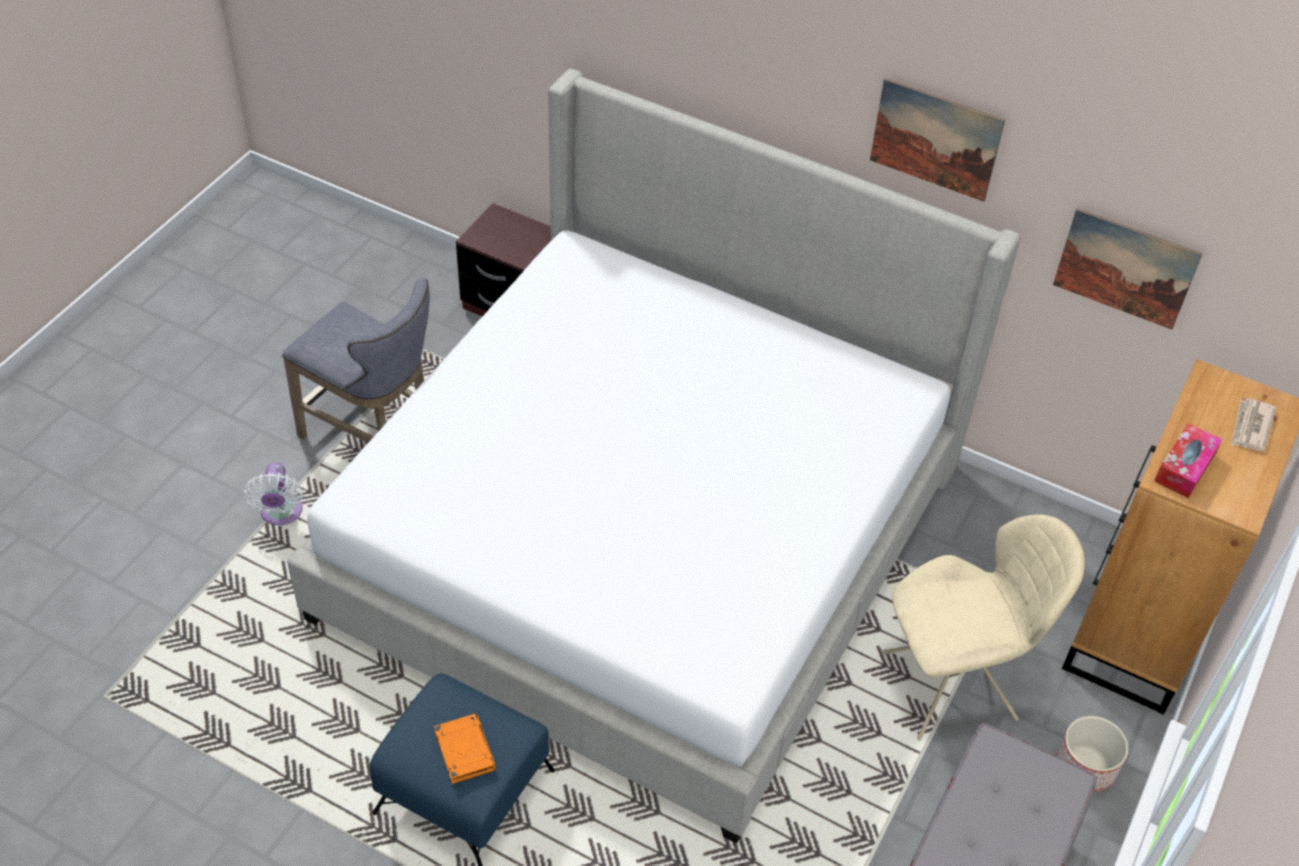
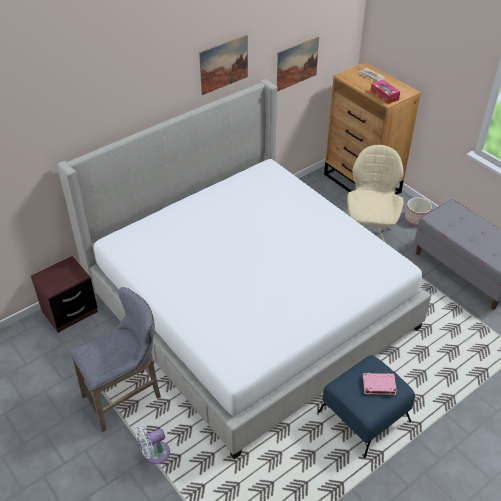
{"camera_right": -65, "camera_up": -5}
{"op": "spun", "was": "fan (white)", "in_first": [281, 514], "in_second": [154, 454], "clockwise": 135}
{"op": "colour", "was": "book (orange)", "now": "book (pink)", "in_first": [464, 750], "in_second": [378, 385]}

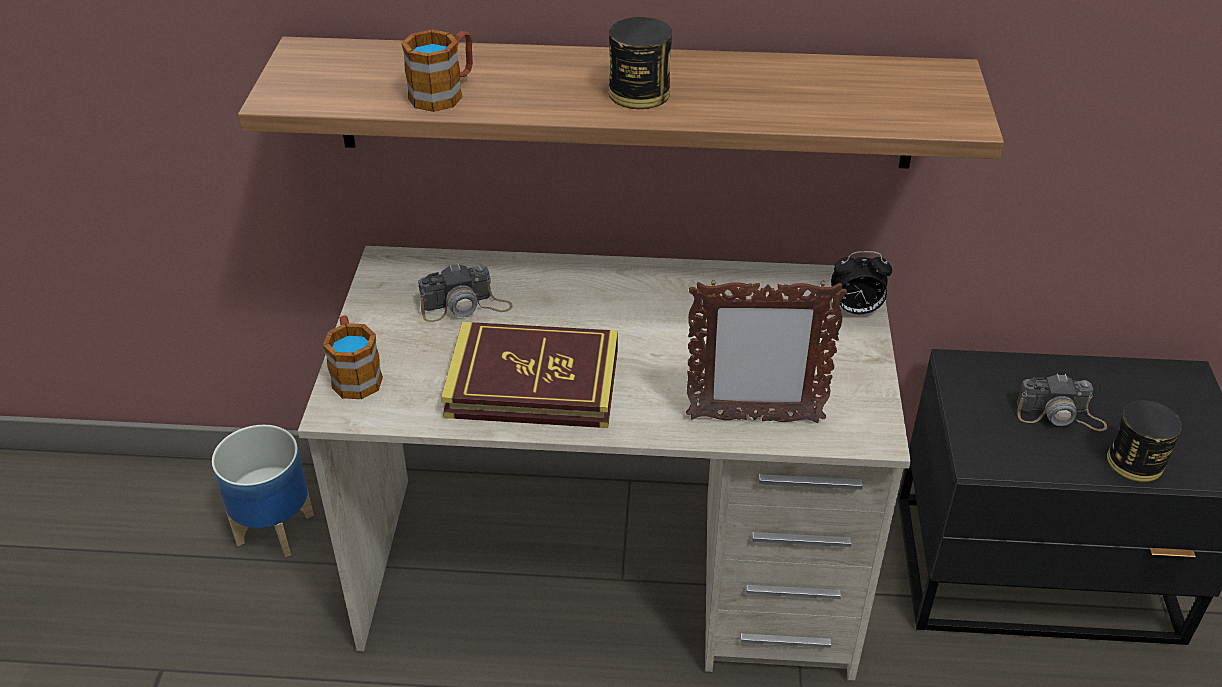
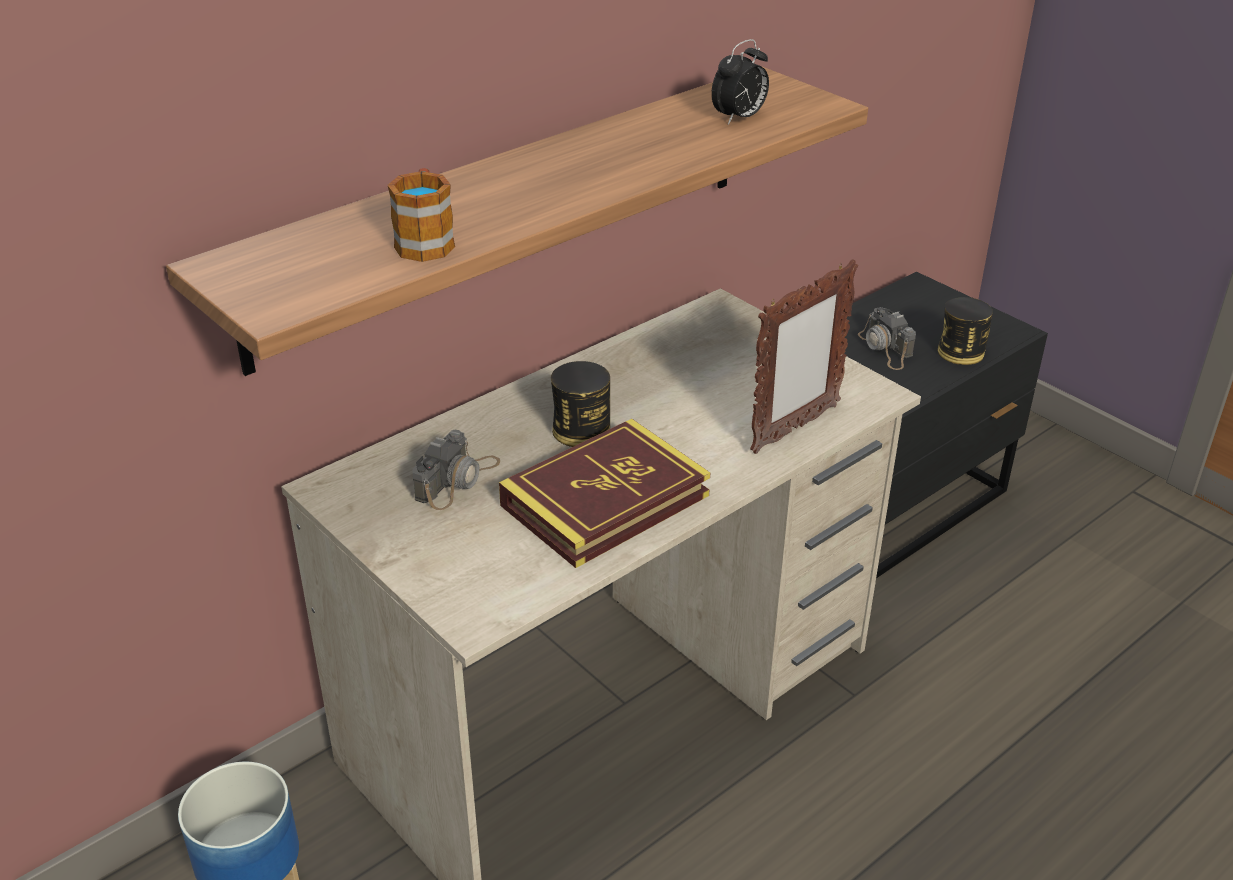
{"camera_right": -45, "camera_up": -5}
{"op": "missing", "was": "mug", "in_first": [355, 375]}
{"op": "relocated", "was": "can", "in_first": [639, 93], "in_second": [581, 430]}
{"op": "relocated", "was": "alarm clock", "in_first": [855, 310], "in_second": [739, 118]}
{"op": "spun", "was": "photo camera", "in_first": [1060, 415], "in_second": [886, 348], "clockwise": 105}

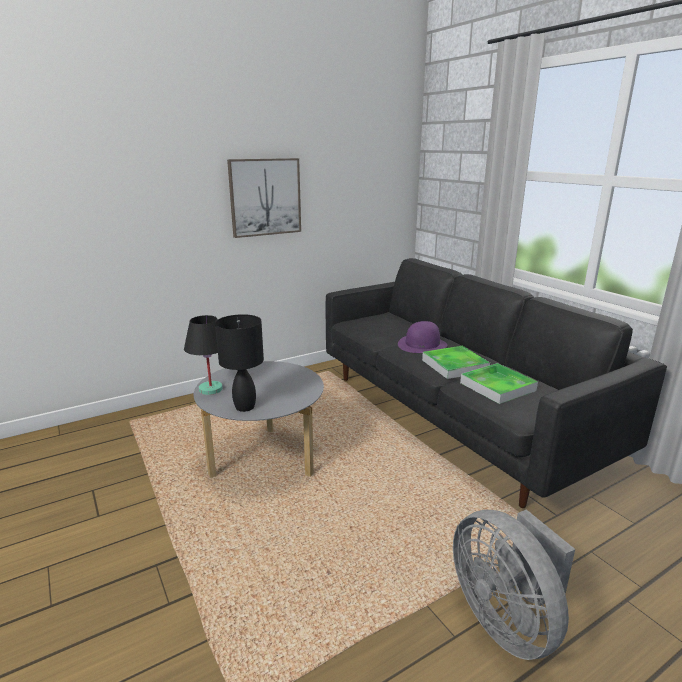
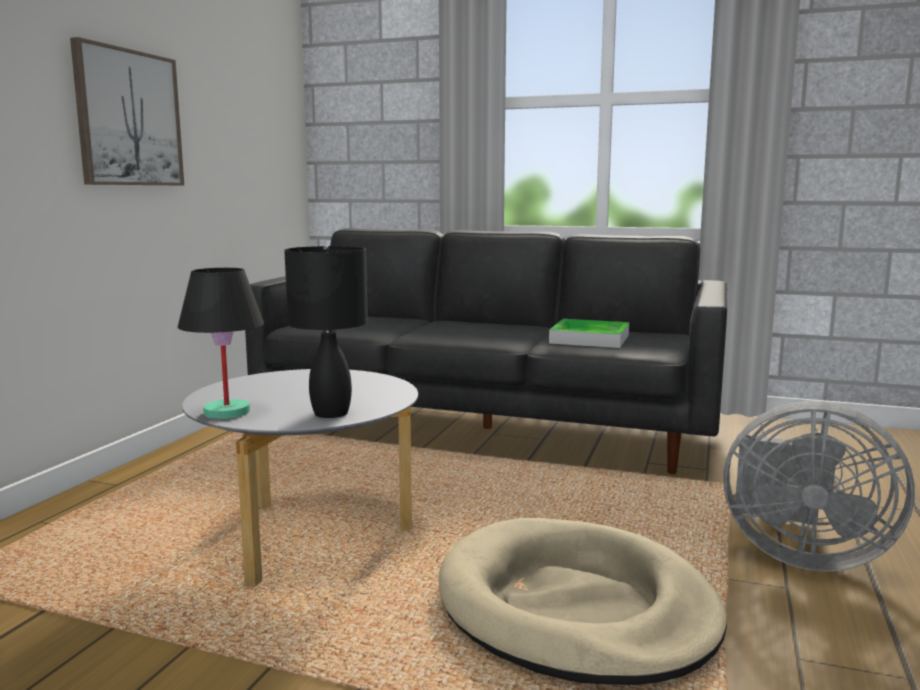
{"camera_right": -40, "camera_up": -10}
{"op": "missing", "was": "hat (purple)", "in_first": [422, 345]}
{"op": "missing", "was": "tray", "in_first": [454, 365]}
{"op": "appeared", "now": "dog bed (beige)", "in_second": [575, 608]}

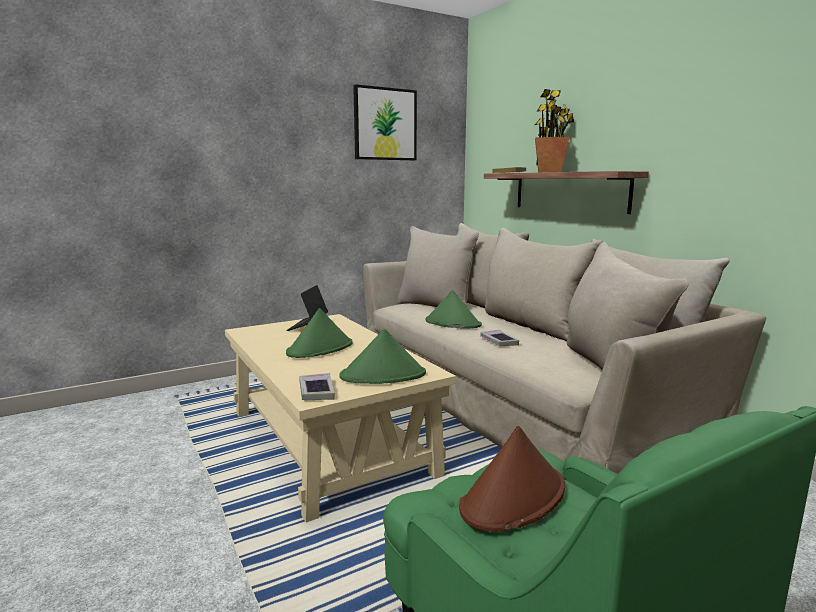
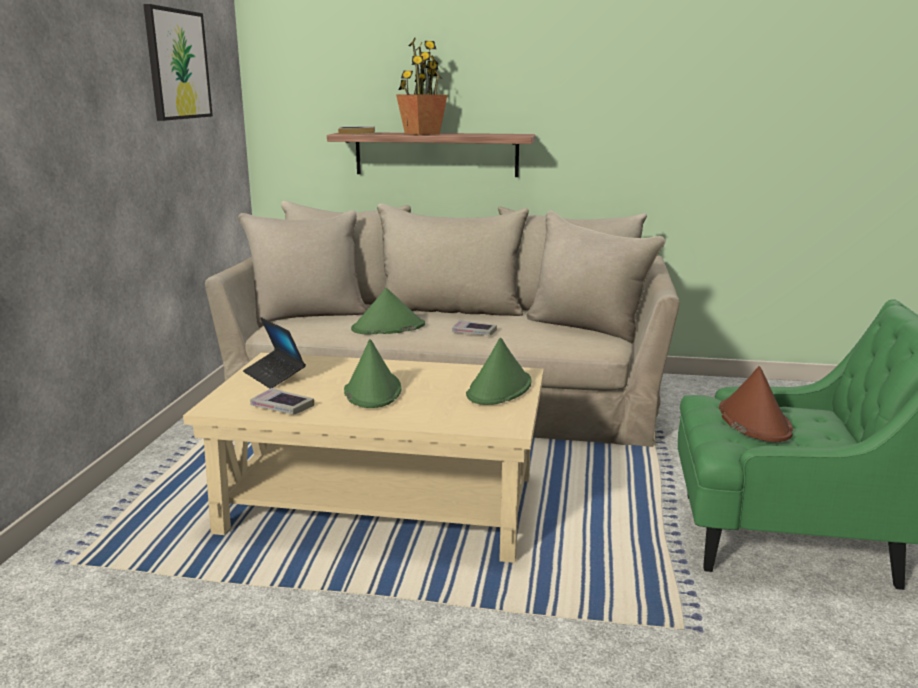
{"camera_right": -50, "camera_up": 5}
{"op": "relocated", "was": "book", "in_first": [316, 391], "in_second": [282, 407]}

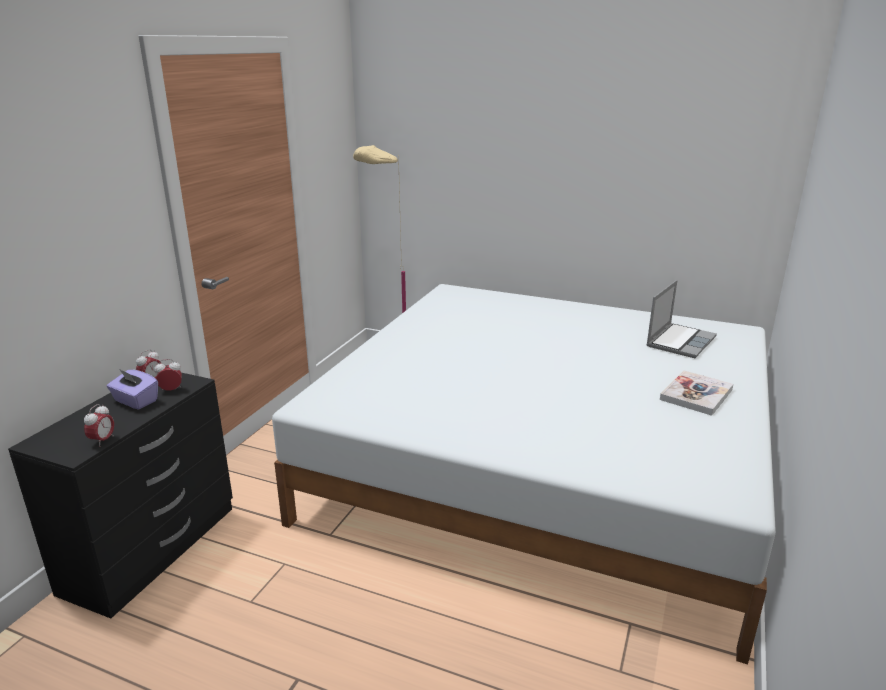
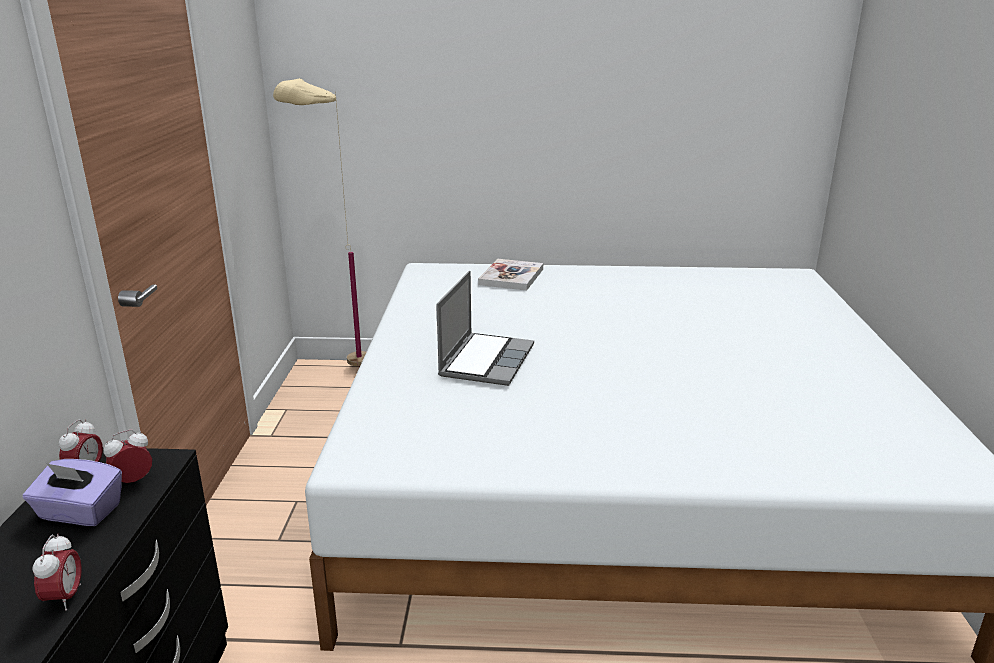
{"camera_right": -20, "camera_up": 0}
{"op": "relocated", "was": "laptop", "in_first": [680, 341], "in_second": [486, 360]}
{"op": "relocated", "was": "book", "in_first": [696, 394], "in_second": [511, 277]}

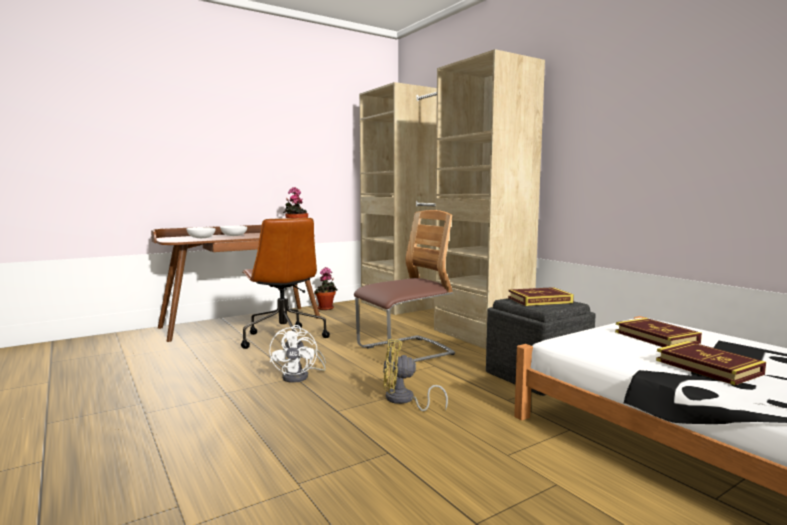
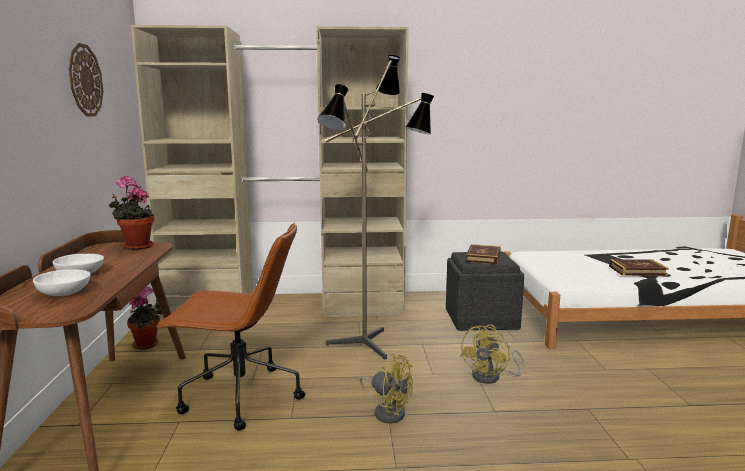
{"camera_right": -60, "camera_up": 5}
{"op": "colour", "was": "fan (white)", "now": "fan (yellow)", "in_first": [301, 376], "in_second": [388, 411]}
{"op": "exchanged", "was": "chair", "now": "floor lamp", "in_first": [405, 352], "in_second": [372, 345]}
{"op": "missing", "was": "book", "in_first": [656, 337]}
{"op": "appeared", "now": "wall clock", "in_second": [85, 80]}

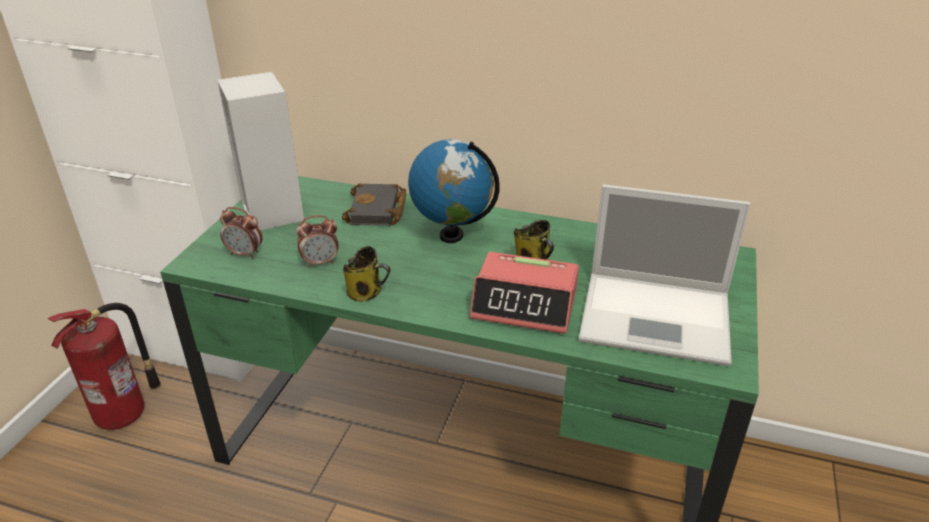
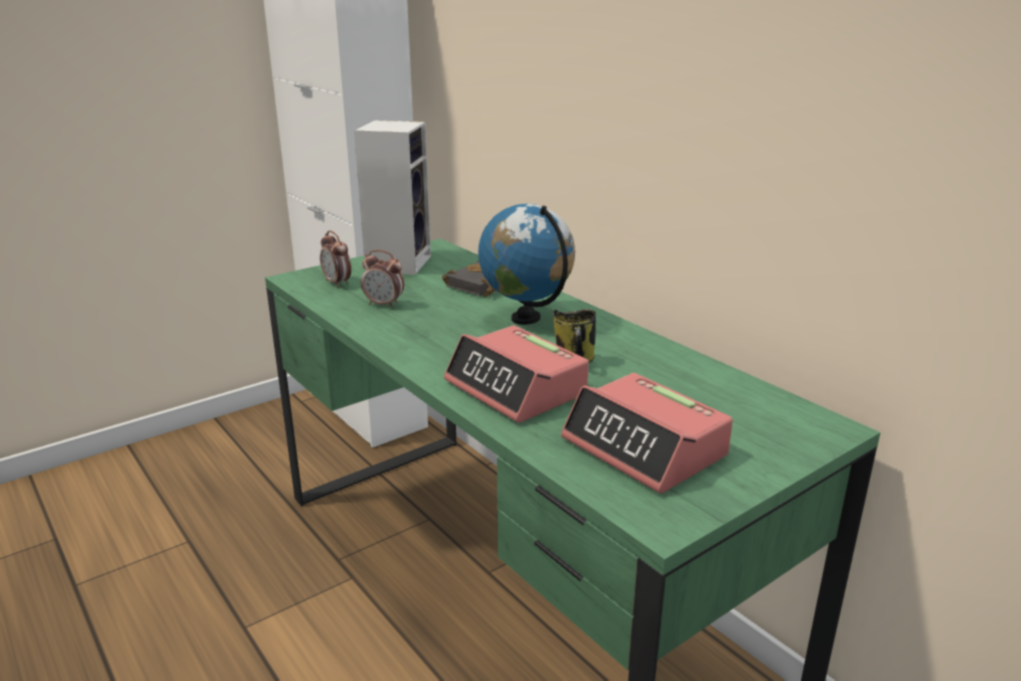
{"camera_right": 35, "camera_up": -10}
{"op": "missing", "was": "fire extinguisher", "in_first": [124, 413]}
{"op": "missing", "was": "mug", "in_first": [366, 293]}
{"op": "exchanged", "was": "laptop", "now": "alarm clock", "in_first": [658, 317], "in_second": [645, 448]}

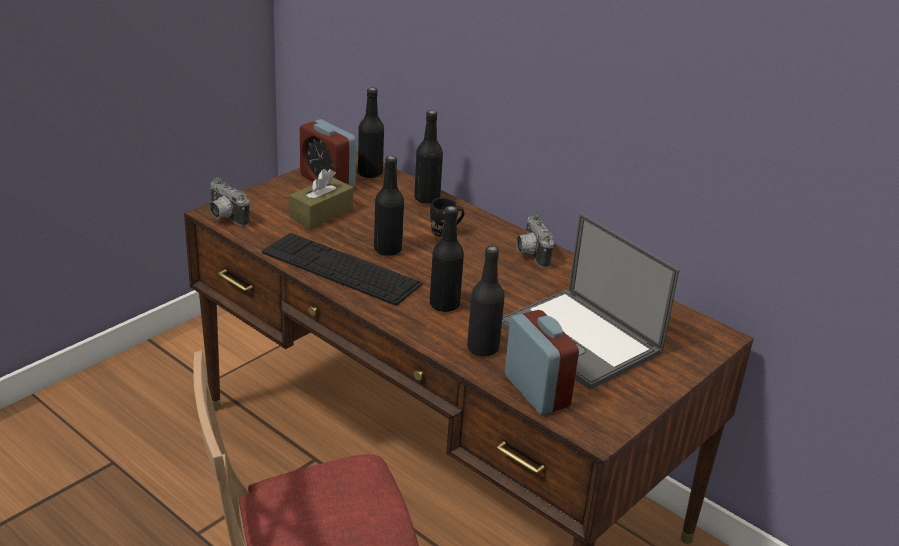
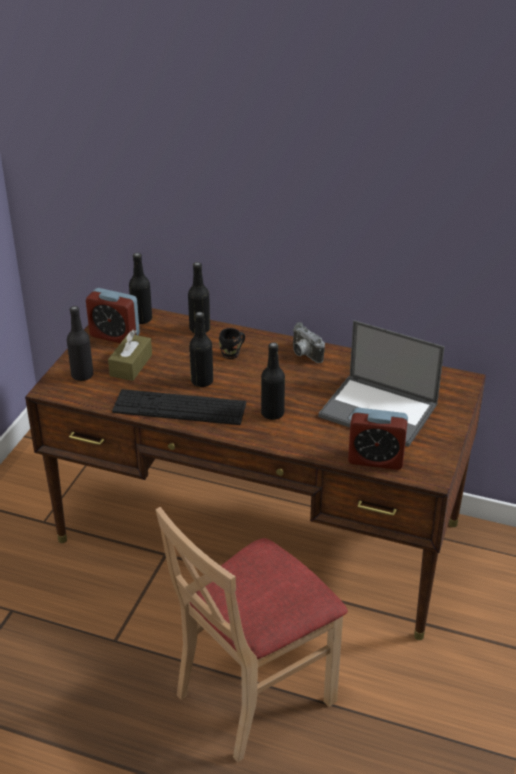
{"camera_right": -20, "camera_up": 5}
{"op": "missing", "was": "photo camera", "in_first": [224, 217]}
{"op": "relocated", "was": "bottle (black)", "in_first": [482, 348], "in_second": [82, 375]}
{"op": "spun", "was": "alarm clock", "in_first": [536, 391], "in_second": [376, 459], "clockwise": 150}

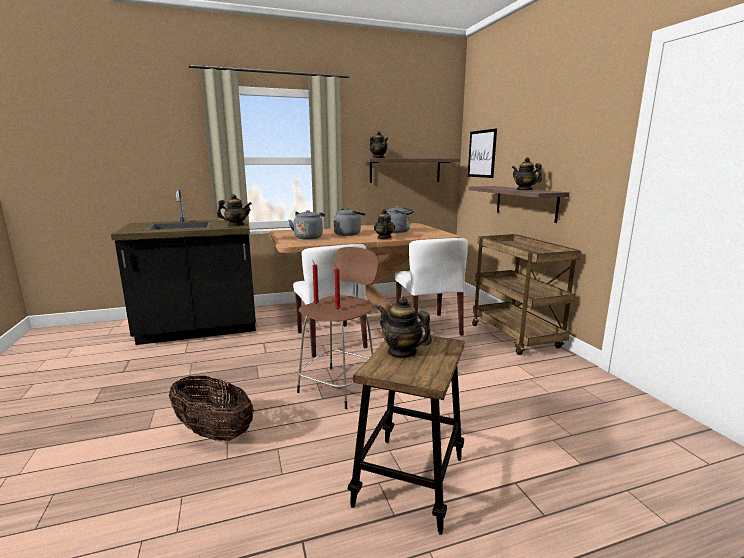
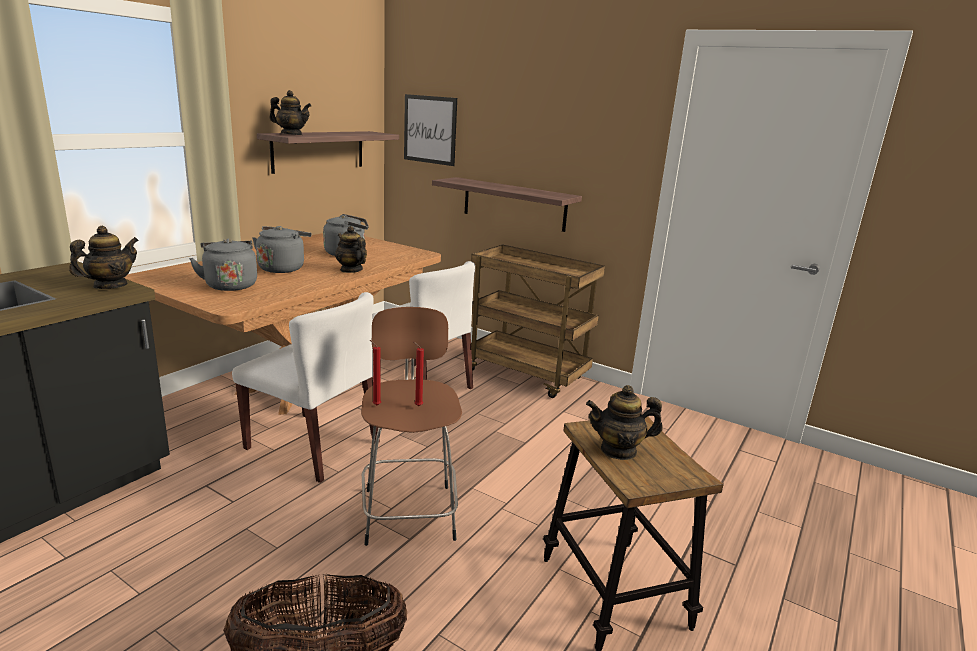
{"camera_right": -40, "camera_up": 5}
{"op": "missing", "was": "teapot", "in_first": [524, 190]}

